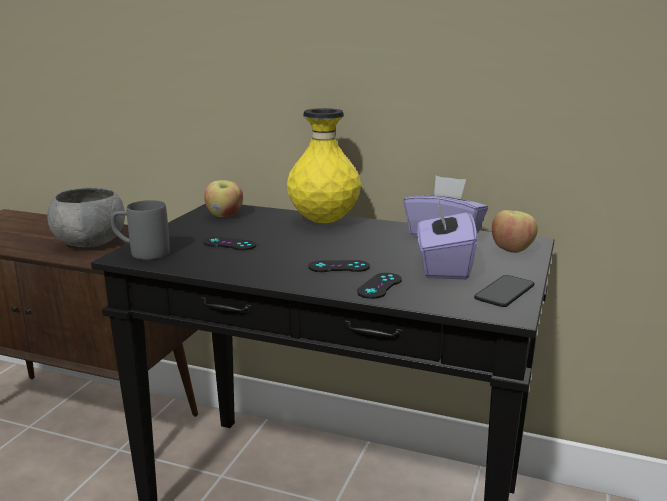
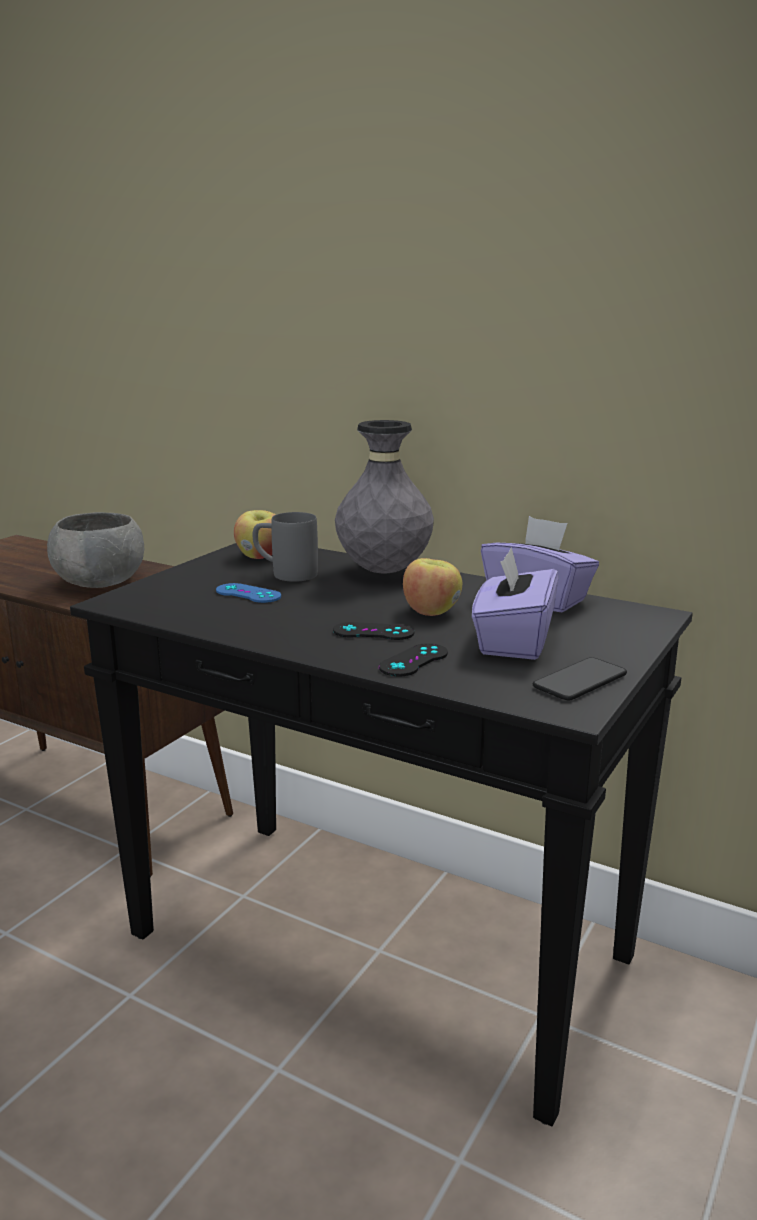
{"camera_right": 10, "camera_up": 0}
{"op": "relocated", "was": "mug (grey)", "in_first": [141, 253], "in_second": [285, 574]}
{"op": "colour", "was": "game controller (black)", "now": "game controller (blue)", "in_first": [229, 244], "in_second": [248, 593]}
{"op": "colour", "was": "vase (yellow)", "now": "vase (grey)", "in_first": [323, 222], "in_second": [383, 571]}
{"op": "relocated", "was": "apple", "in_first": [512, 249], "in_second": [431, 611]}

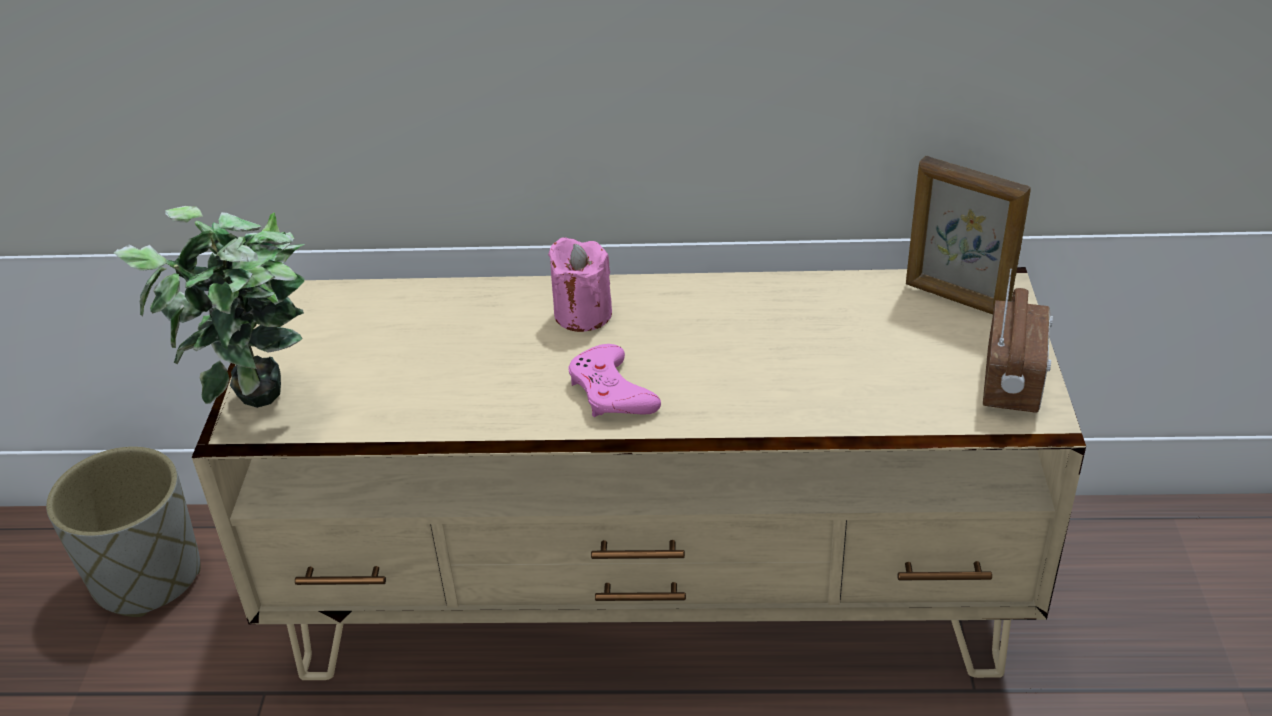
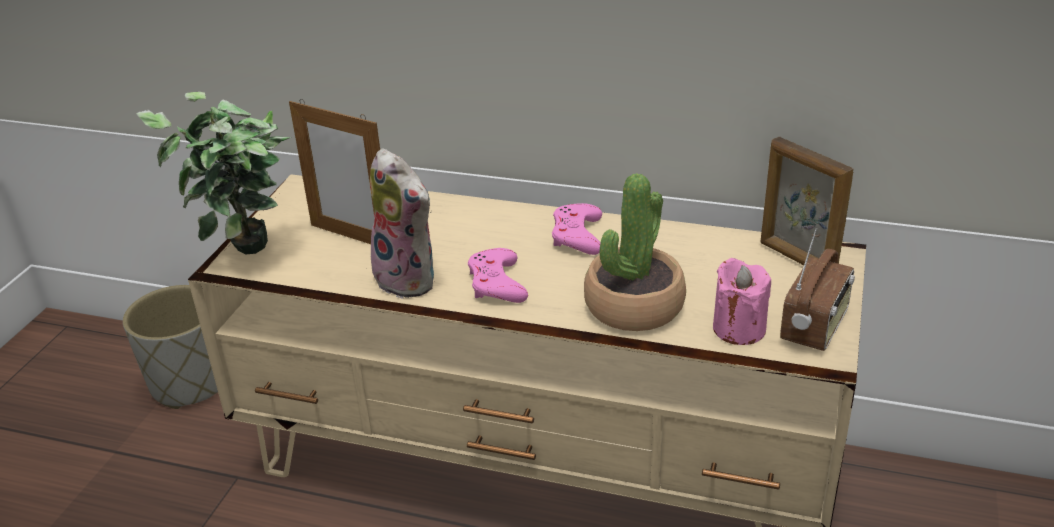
{"camera_right": 15, "camera_up": -5}
{"op": "relocated", "was": "candle (pink)", "in_first": [583, 314], "in_second": [739, 329]}
{"op": "appeared", "now": "picture frame", "in_second": [351, 237]}
{"op": "appeared", "now": "plush toy", "in_second": [410, 279]}
{"op": "appeared", "now": "game controller (pink)", "in_second": [577, 235]}
{"op": "appeared", "now": "potted plant", "in_second": [634, 306]}

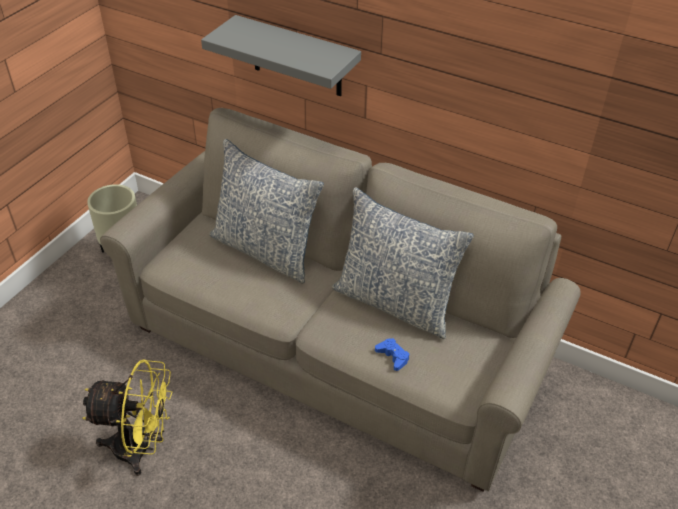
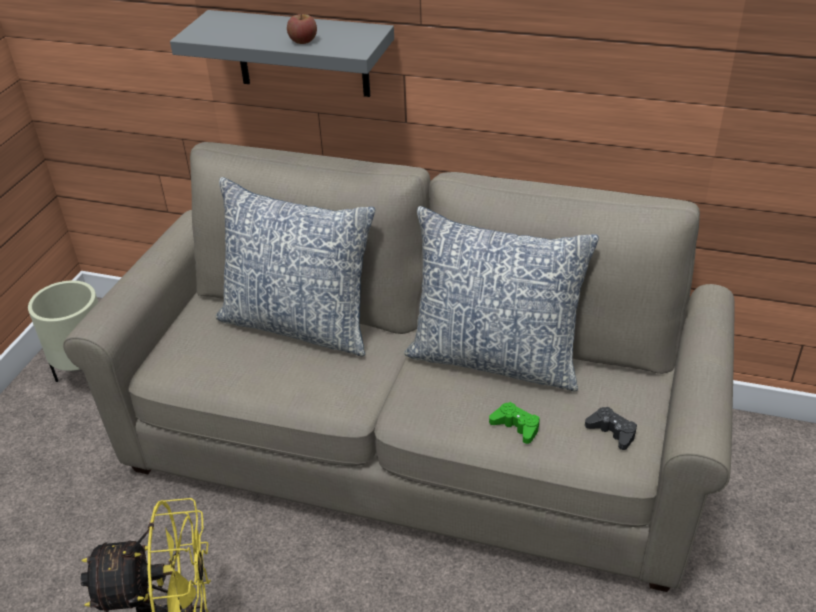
{"camera_right": -10, "camera_up": -5}
{"op": "colour", "was": "game controller (blue)", "now": "game controller (green)", "in_first": [393, 356], "in_second": [516, 426]}
{"op": "appeared", "now": "apple", "in_second": [303, 41]}
{"op": "appeared", "now": "game controller (black)", "in_second": [612, 432]}

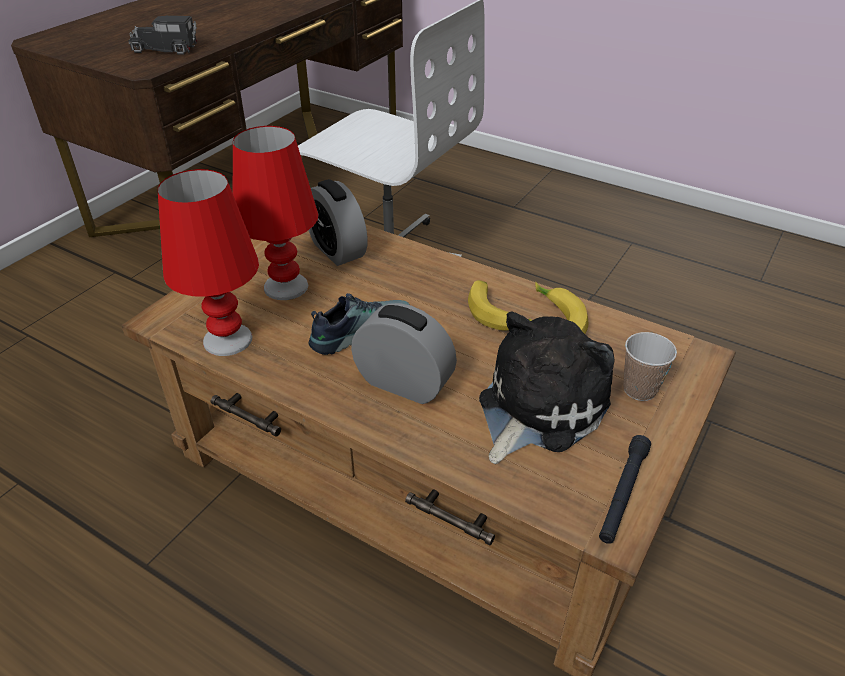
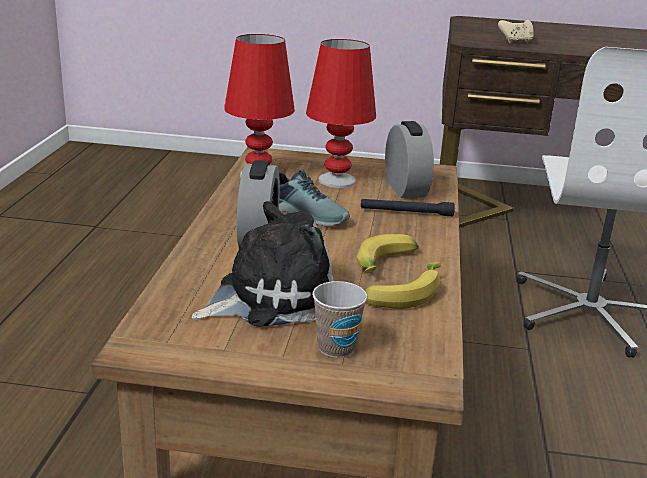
{"camera_right": 65, "camera_up": -15}
{"op": "exchanged", "was": "toy truck", "now": "game controller (beige)", "in_first": [168, 49], "in_second": [515, 42]}
{"op": "spun", "was": "alarm clock", "in_first": [337, 250], "in_second": [405, 188], "clockwise": 135}
{"op": "spun", "was": "plush toy", "in_first": [537, 407], "in_second": [269, 297], "clockwise": -45}
{"op": "relocated", "was": "flashlight (black)", "in_first": [623, 494], "in_second": [406, 213]}

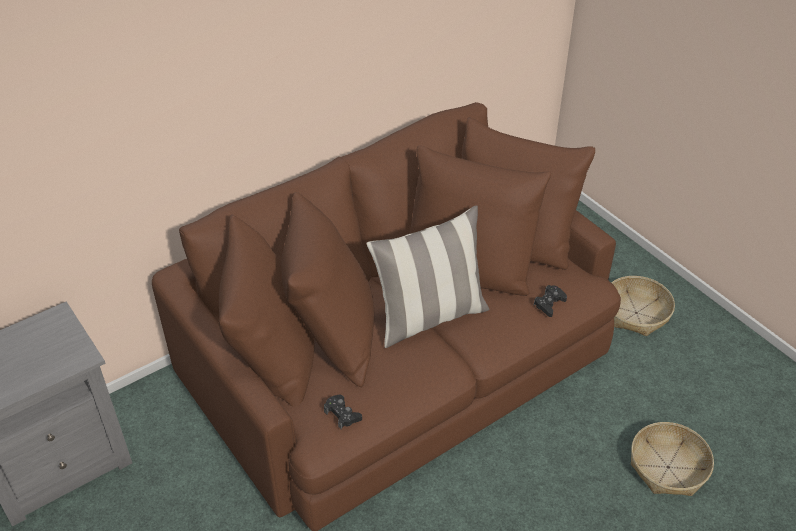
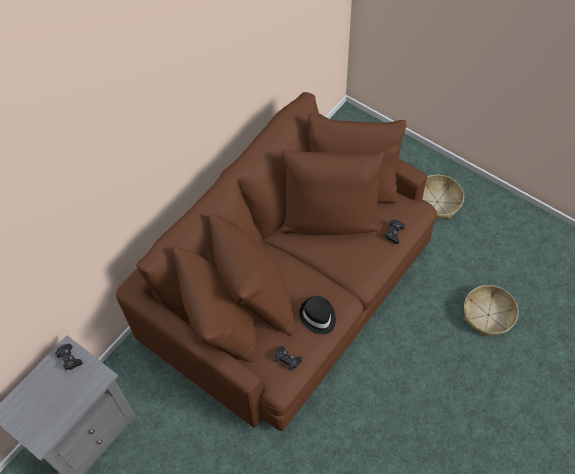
{"camera_right": -15, "camera_up": 15}
{"op": "missing", "was": "pillow", "in_first": [429, 316]}
{"op": "appeared", "now": "game controller (black)", "in_second": [69, 359]}
{"op": "appeared", "now": "hat (black)", "in_second": [317, 316]}

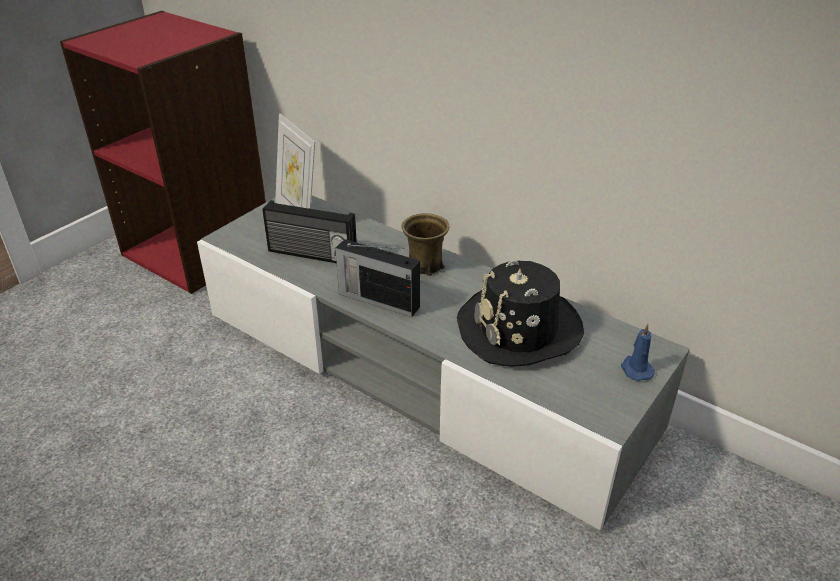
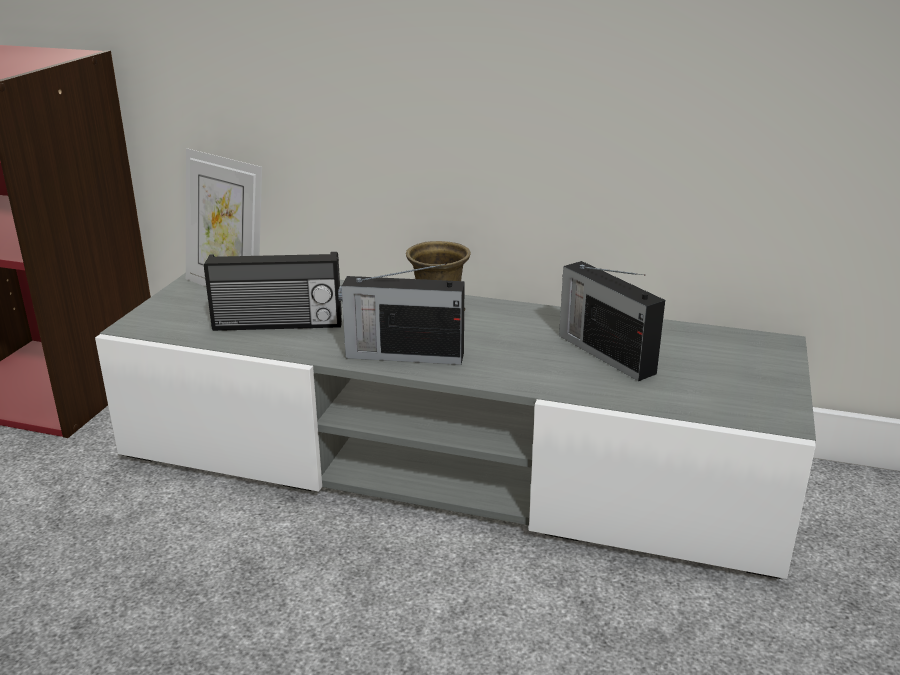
{"camera_right": -20, "camera_up": -10}
{"op": "exchanged", "was": "hat (black)", "now": "radio", "in_first": [519, 329], "in_second": [604, 353]}
{"op": "missing", "was": "candle (blue)", "in_first": [635, 369]}

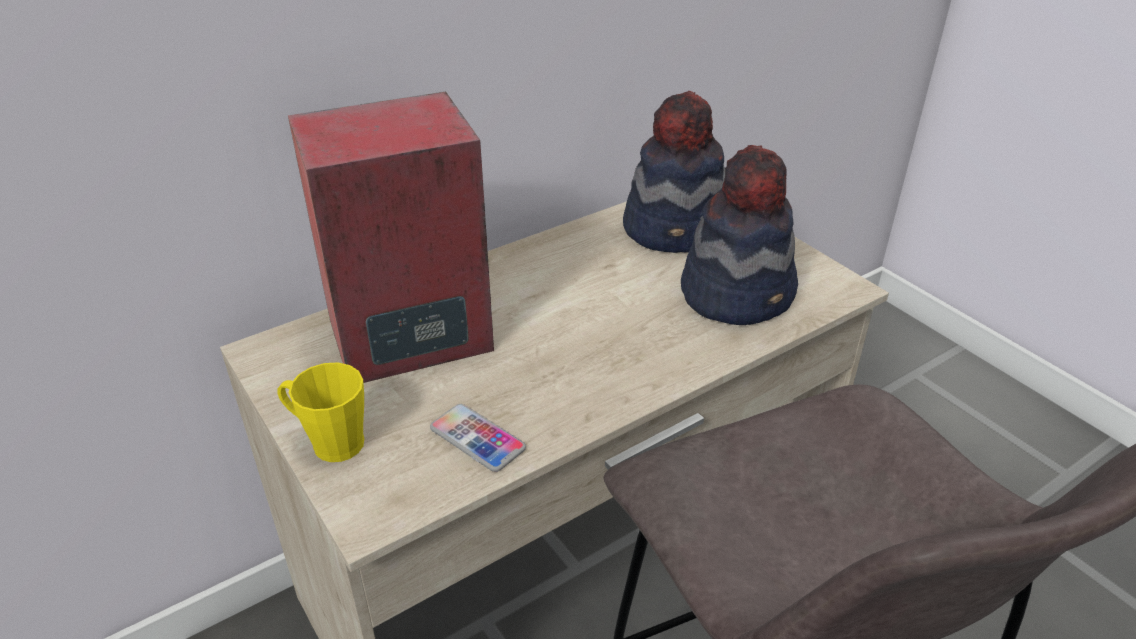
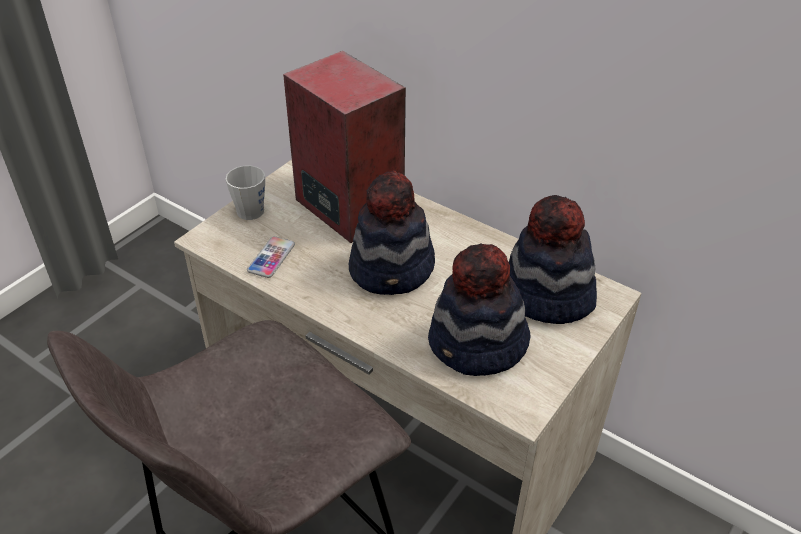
{"camera_right": 70, "camera_up": 5}
{"op": "colour", "was": "mug (yellow)", "now": "mug (grey)", "in_first": [329, 441], "in_second": [251, 207]}
{"op": "appeared", "now": "hat", "in_second": [393, 269]}

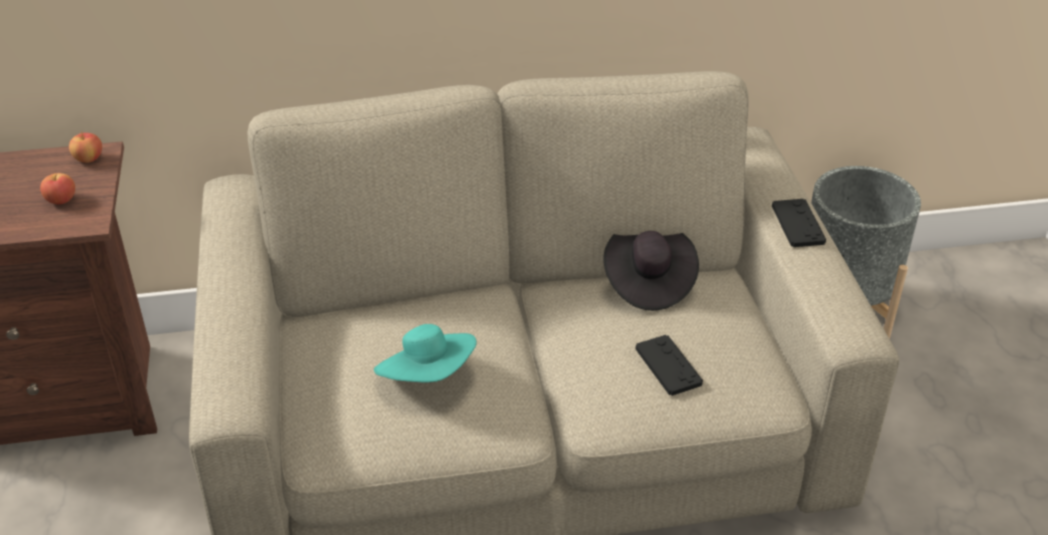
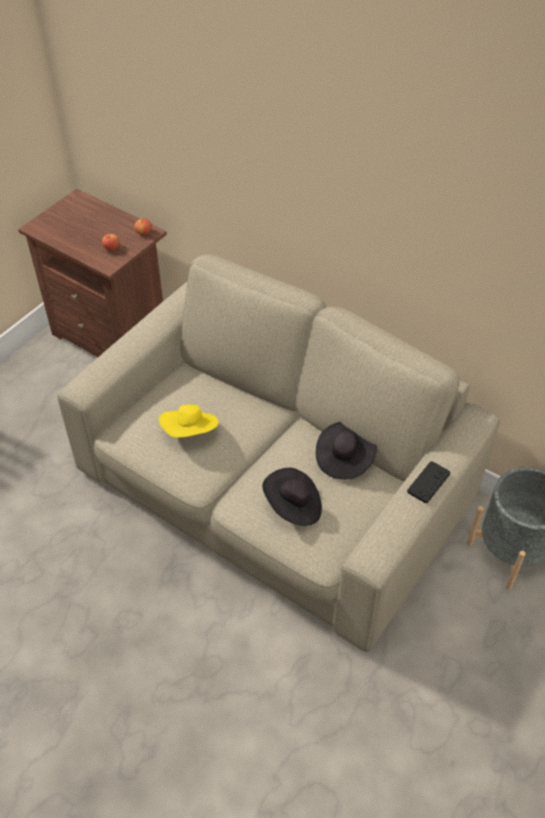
{"camera_right": 45, "camera_up": 10}
{"op": "colour", "was": "hat (turquoise)", "now": "hat (yellow)", "in_first": [428, 376], "in_second": [190, 431]}
{"op": "exchanged", "was": "game controller (black)", "now": "hat (black)", "in_first": [668, 366], "in_second": [293, 506]}

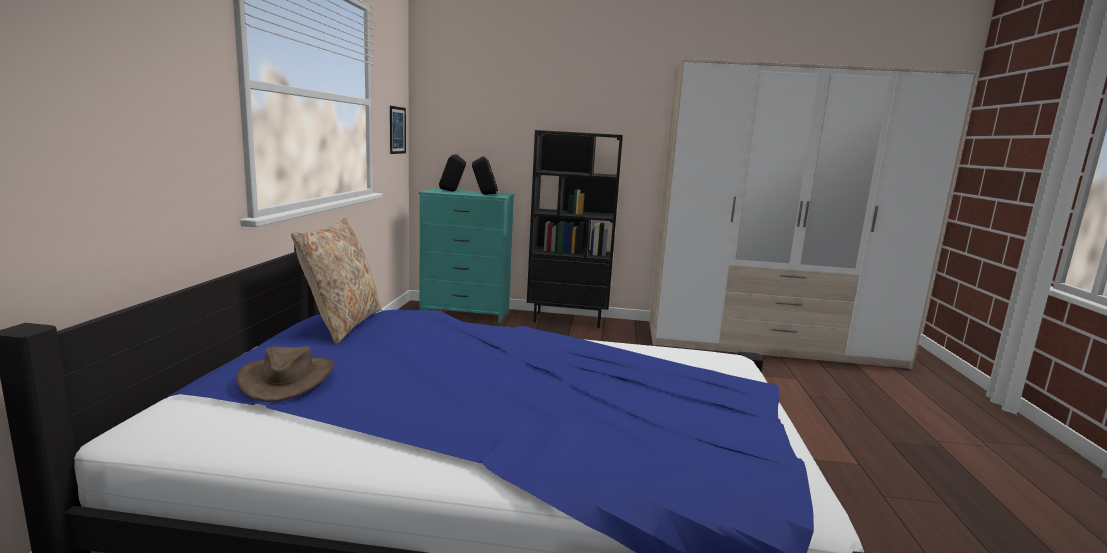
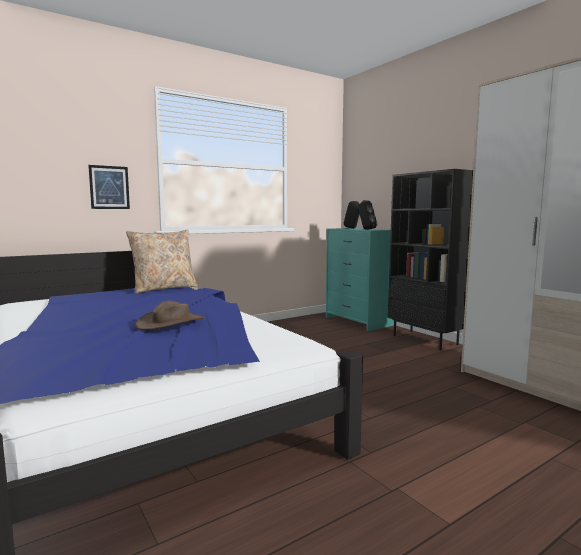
{"camera_right": 50, "camera_up": -5}
{"op": "relocated", "was": "hat (brown)", "in_first": [287, 379], "in_second": [171, 322]}
{"op": "relocated", "was": "picture", "in_first": [397, 130], "in_second": [109, 187]}

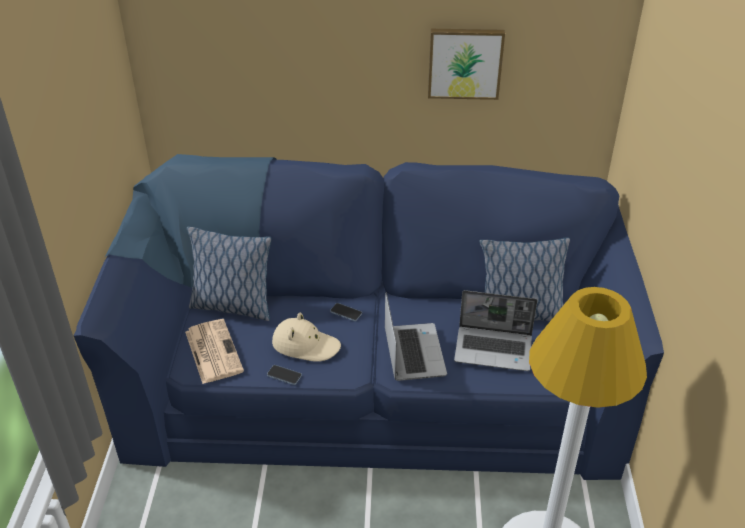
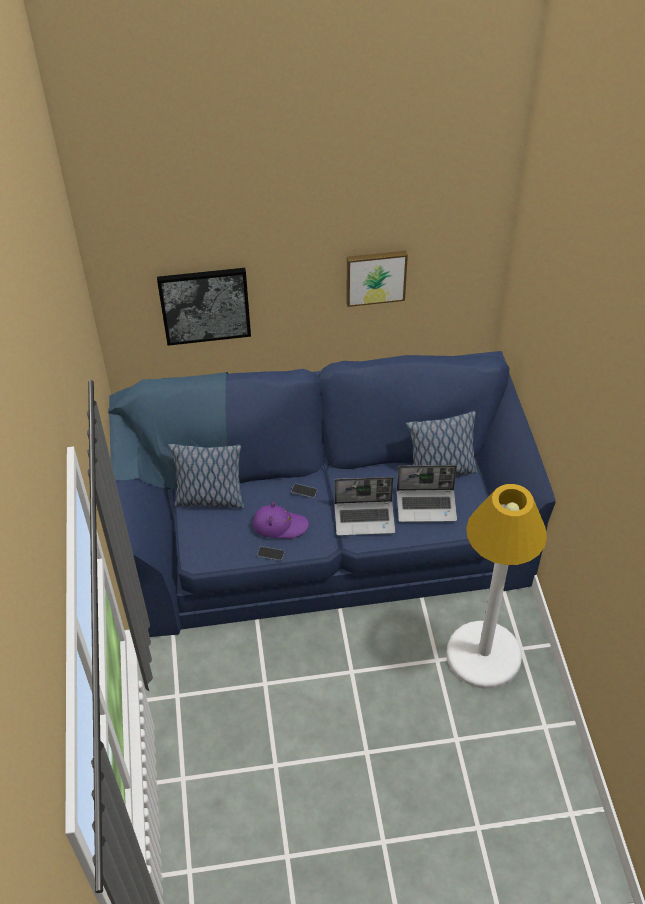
{"camera_right": -10, "camera_up": 10}
{"op": "missing", "was": "newspaper", "in_first": [213, 351]}
{"op": "colour", "was": "hat (beige)", "now": "hat (purple)", "in_first": [305, 345], "in_second": [280, 525]}
{"op": "spun", "was": "laptop", "in_first": [413, 352], "in_second": [365, 518], "clockwise": 105}
{"op": "appeared", "now": "picture", "in_second": [205, 305]}

